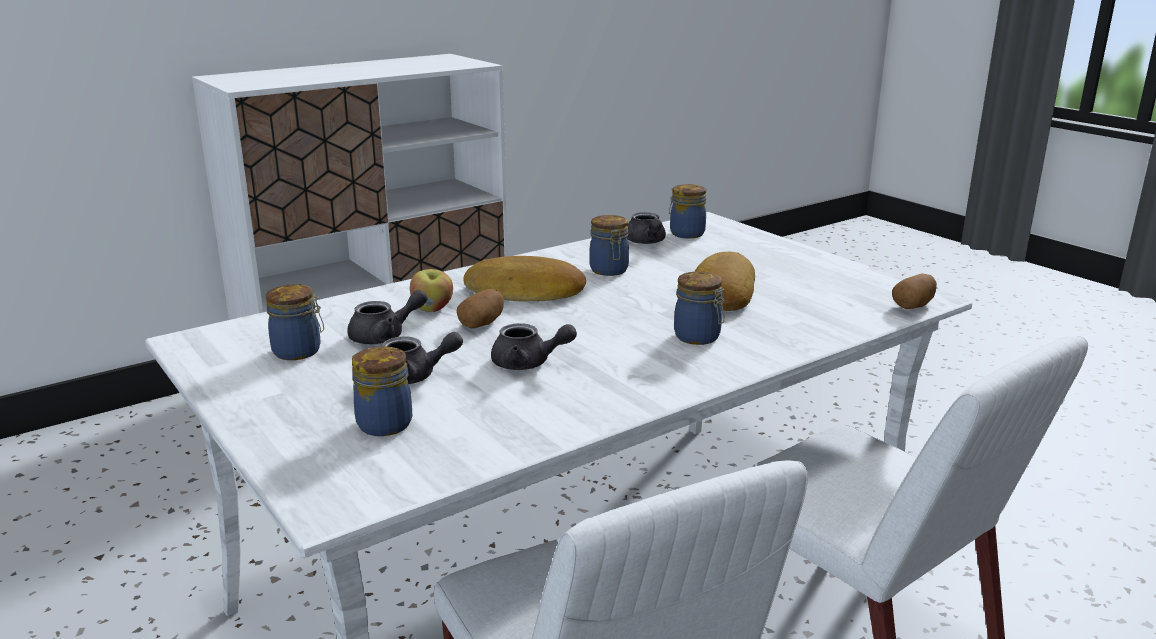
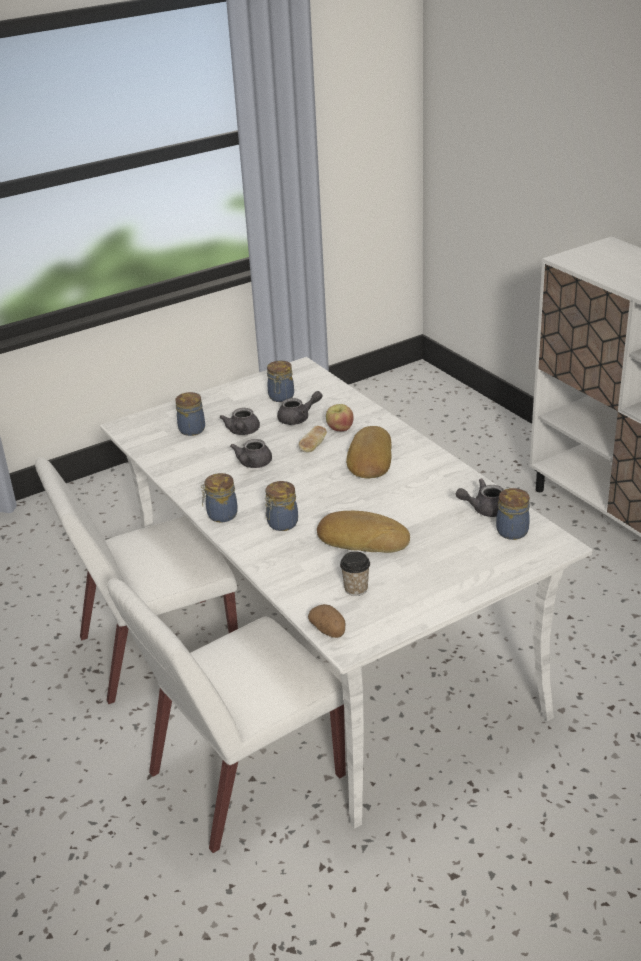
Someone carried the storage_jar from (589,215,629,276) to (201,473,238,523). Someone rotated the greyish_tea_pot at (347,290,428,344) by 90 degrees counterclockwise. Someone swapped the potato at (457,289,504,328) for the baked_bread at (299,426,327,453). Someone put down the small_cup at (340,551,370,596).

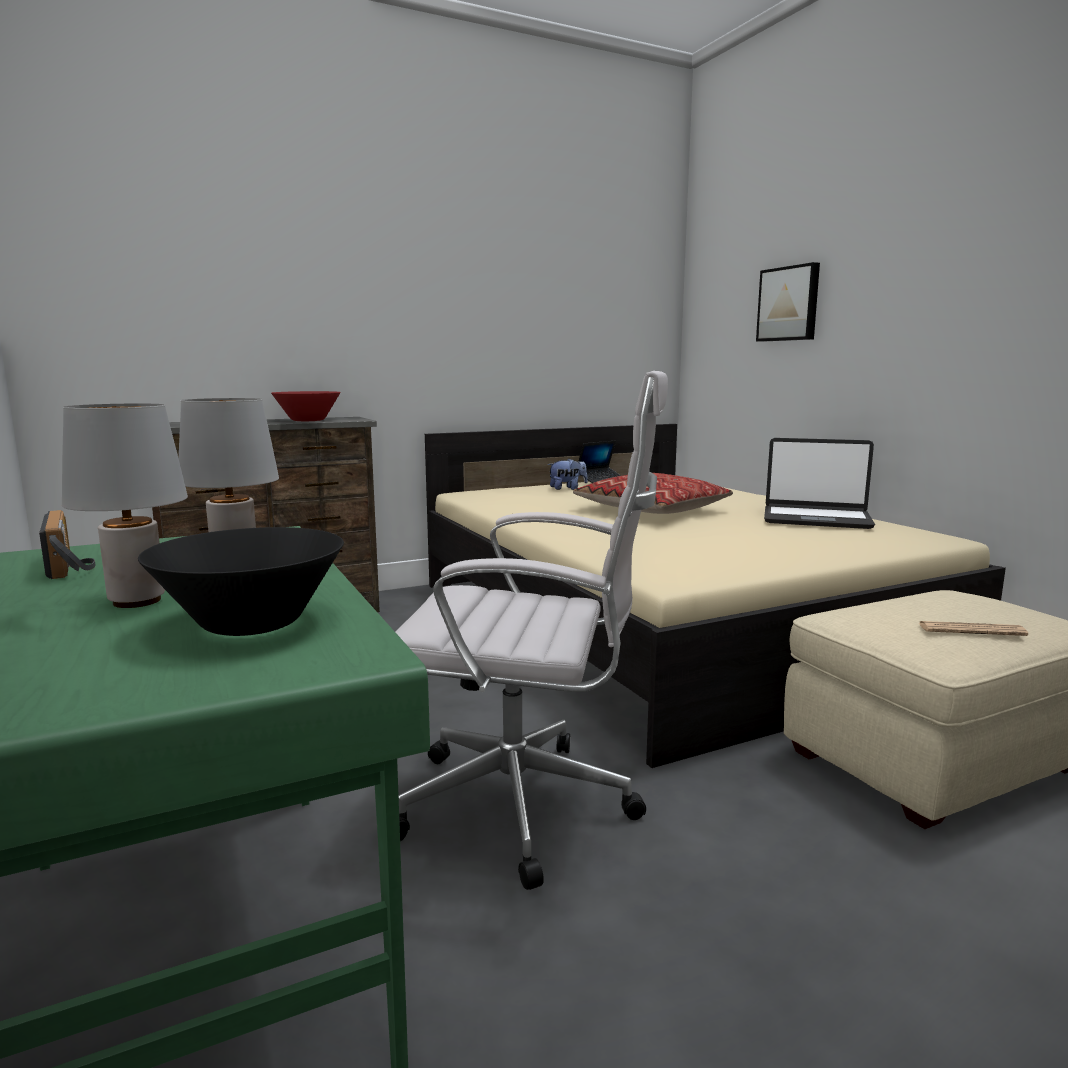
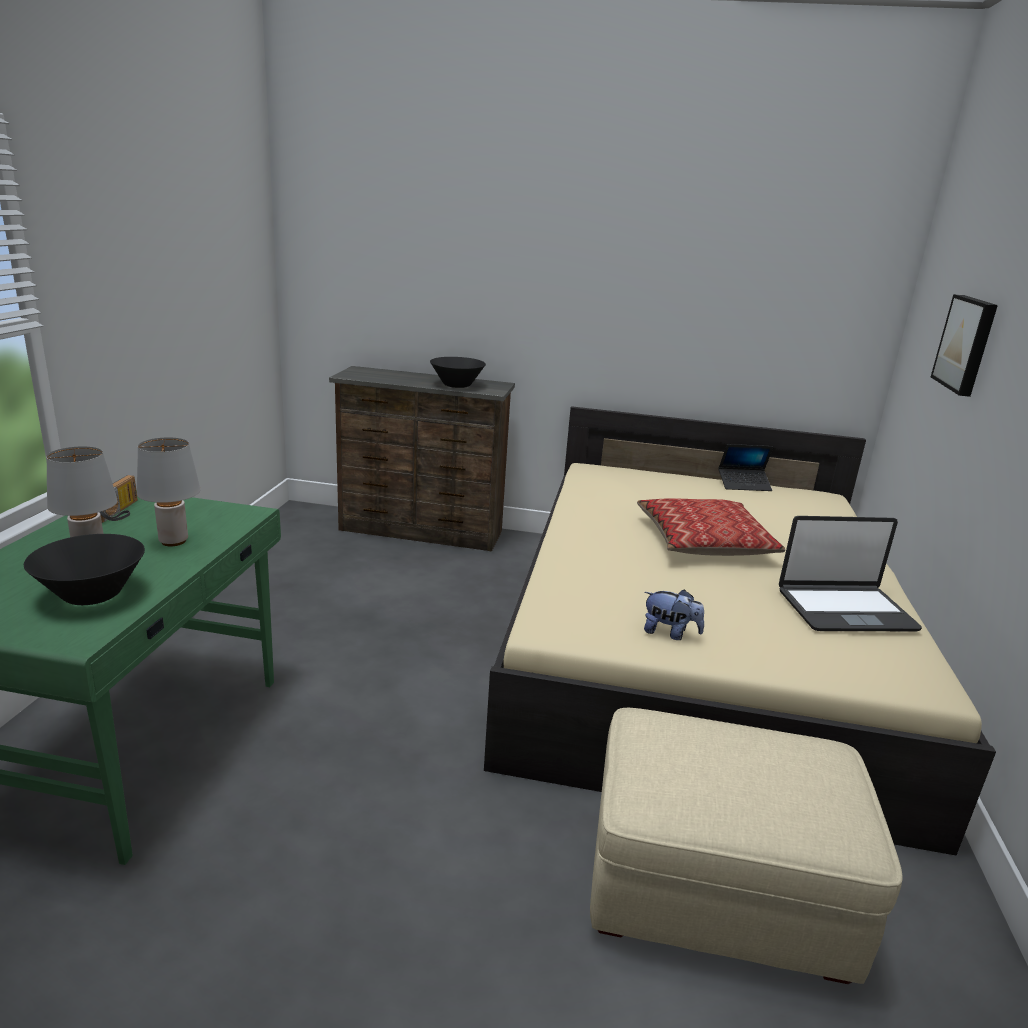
Someone repainted the red_serving_bowl at (271,391,341,421), which became the blackish_serving_bowl at (430,357,486,388). Someone carried the plush_toy from (548,458,588,490) to (644,589,704,640). Someone rotated the laptop at (764,438,875,529) by 60 degrees counterclockwise. Someone took away the white-coloured_desk_chair at (396,371,668,890). Someone took away the printed_paper at (918,621,1028,636).

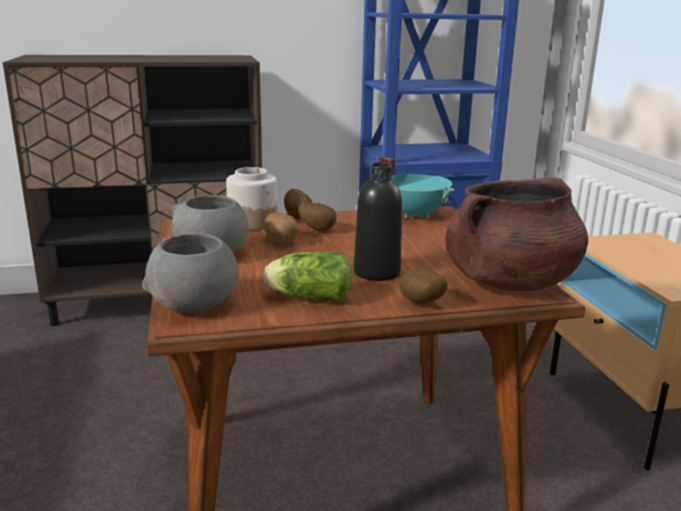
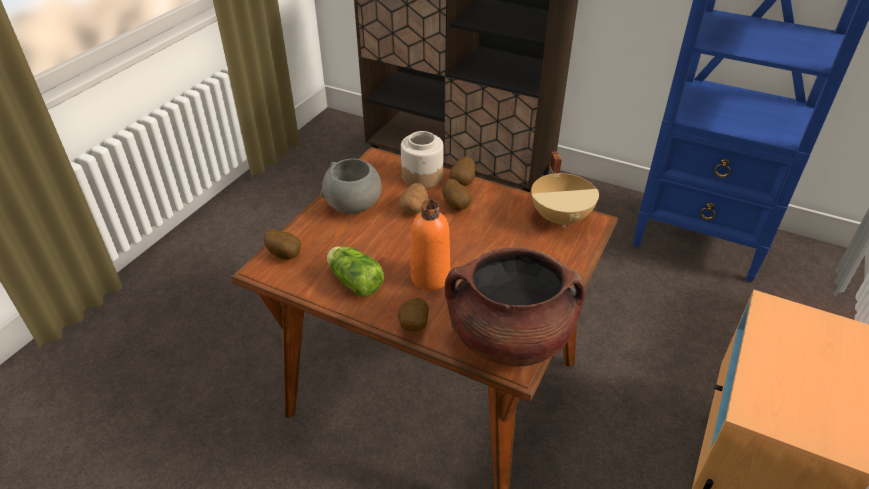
Someone swapped the greyish_serving_bowl at (142,233,239,313) for the potato at (264,229,301,260). Someone repainted the blackish_beverage_bottle at (353,163,402,281), which became the orange_beverage_bottle at (411,200,450,291). Someone repainted the turquoise_cooking_pot at (378,157,454,219), which became the sand-coloured_cooking_pot at (531,151,599,228).

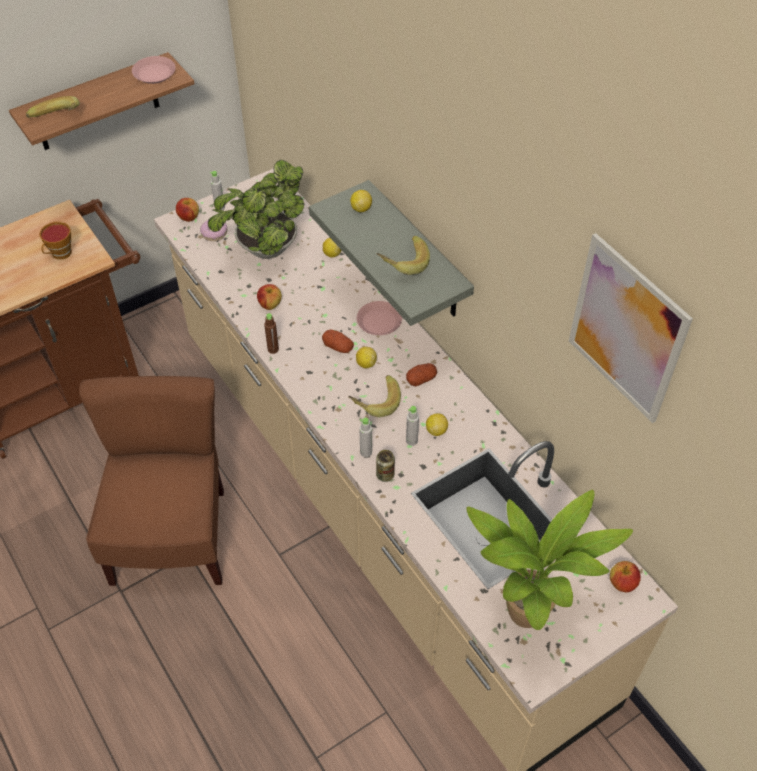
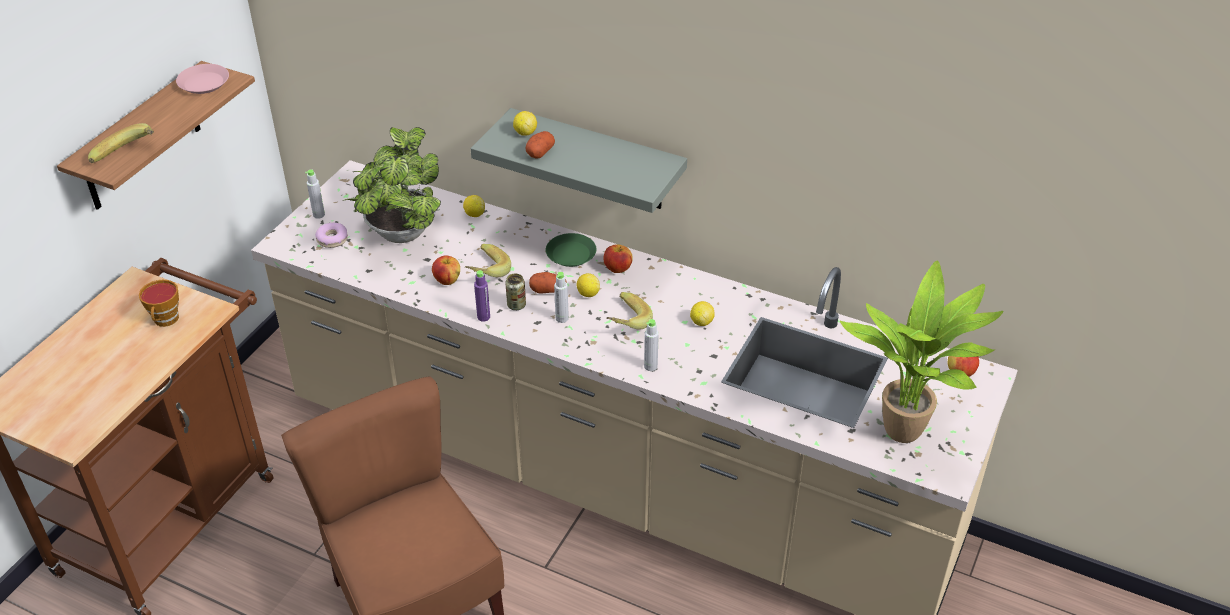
Someone carried the banana_fruit from (377,236,430,275) to (464,244,511,277). Someone repainted the brown-coloured_beverage_bottle at (264,313,279,354), which became the purplish_beverage_bottle at (474,270,490,322). Someone carried the sealed_can from (376,450,395,482) to (505,274,526,310). Someone carried the potato from (406,363,437,386) to (526,131,555,159). Someone repainted the pinkish_plate at (357,301,402,335), which became the green_plate at (546,233,596,267). Someone carried the greyish_beverage_bottle from (406,406,419,446) to (554,272,569,323). Someone carried the whole_apple from (176,198,199,222) to (603,244,633,273). Someone took away the wall_art at (569,233,693,423).

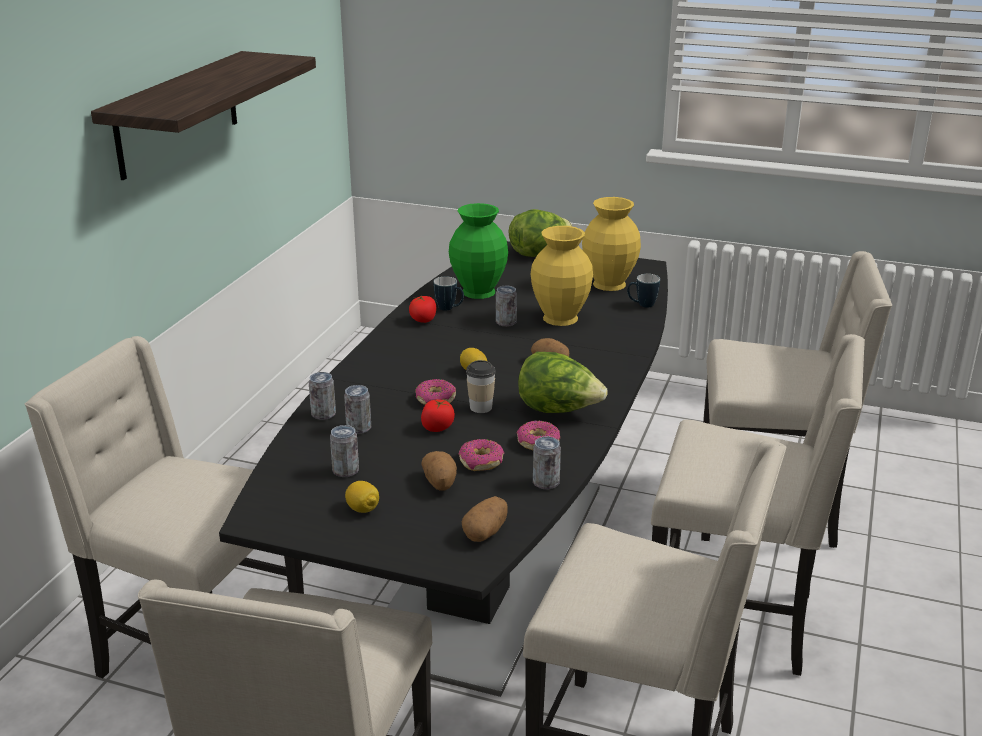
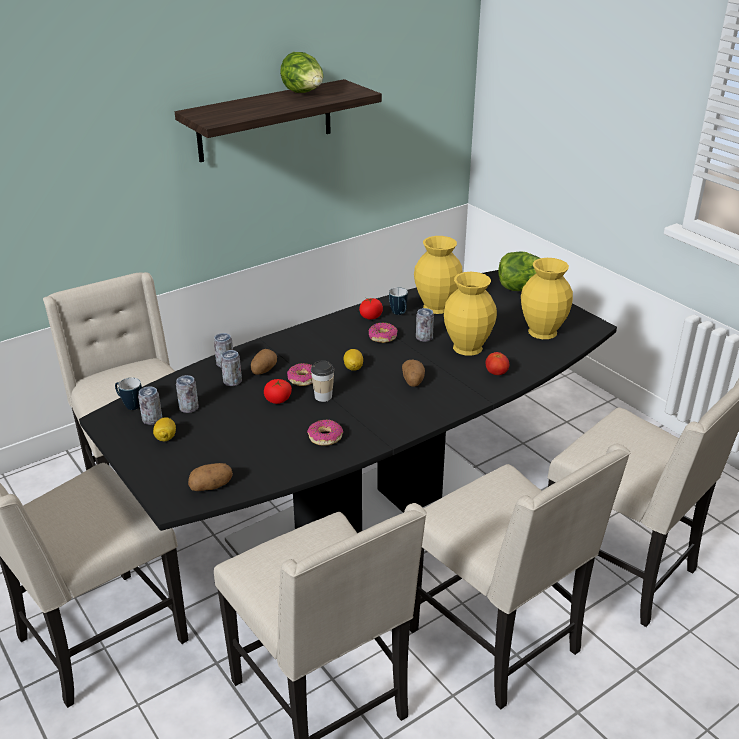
Someone carried the tea_mug from (627,274,660,308) to (115,378,142,410). Someone carried the sealed_can from (533,436,561,489) to (138,386,162,425). Someone carried the potato from (421,451,457,490) to (251,349,277,375). Someone carried the lettuce_head from (518,352,607,413) to (280,52,323,93). Someone carried the doughnut from (458,439,504,471) to (368,323,398,343). Someone repainted the green_decorative_vase at (449,203,508,299), which became the yellow-coloured_decorative_vase at (414,236,463,314). Someone put down the tomato at (486,352,509,375).

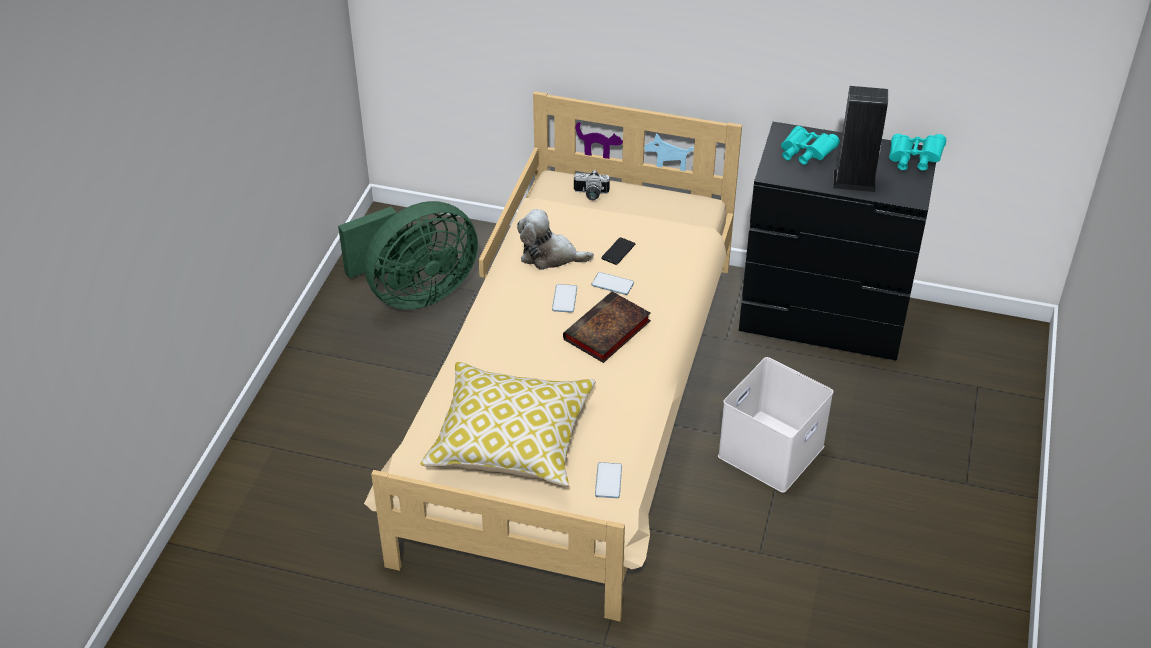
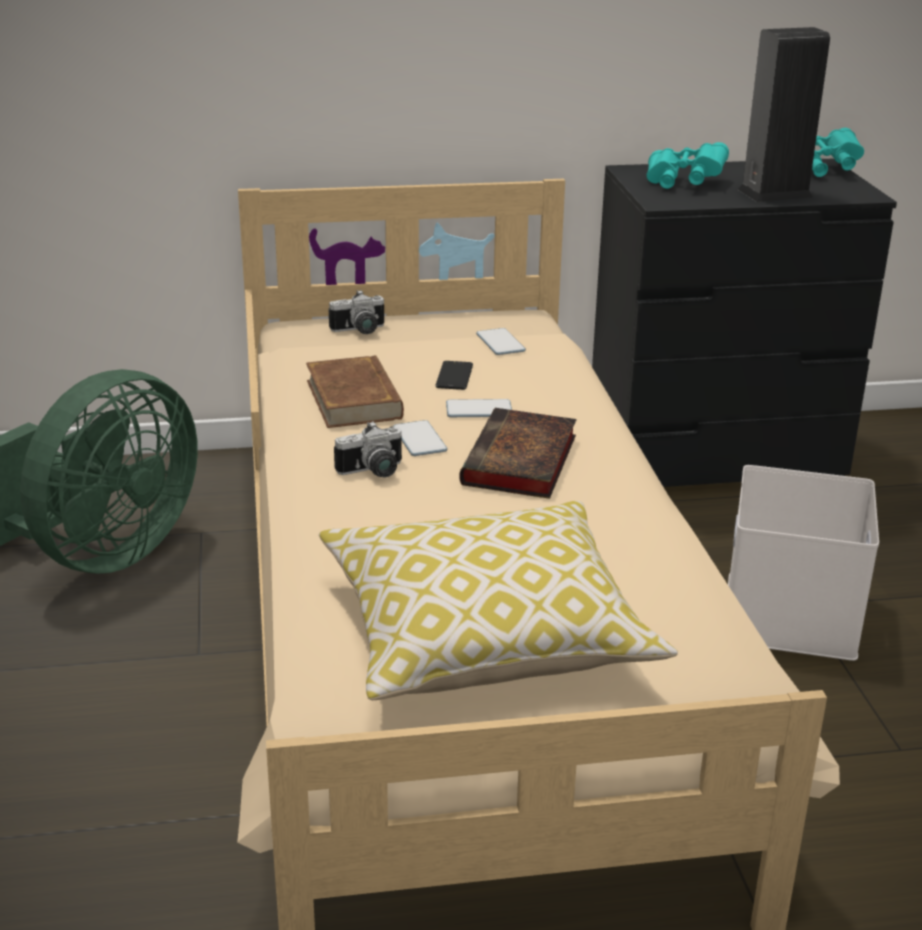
Someone swapped the plush_toy at (517,209,594,270) for the brown-coloured_bound_book at (306,355,404,428). Someone put down the still_camera at (334,421,402,477). Someone carried the handset from (595,462,622,498) to (476,328,526,355).

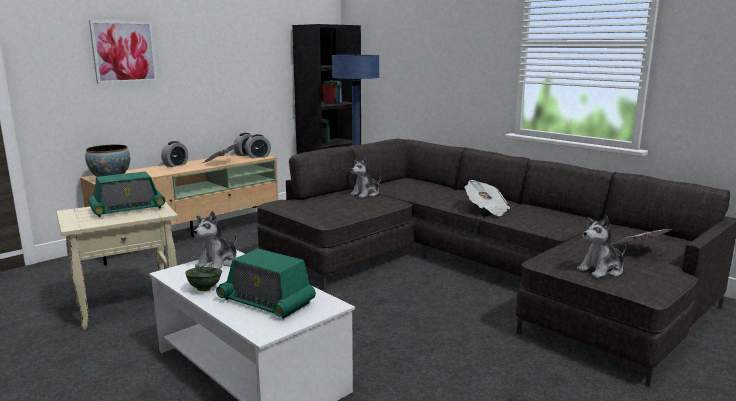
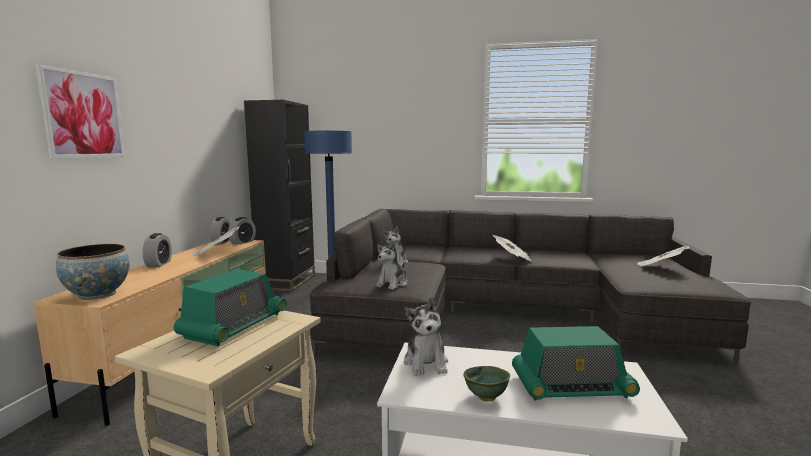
Someone carried the plush_toy from (577,216,626,278) to (376,240,408,290).

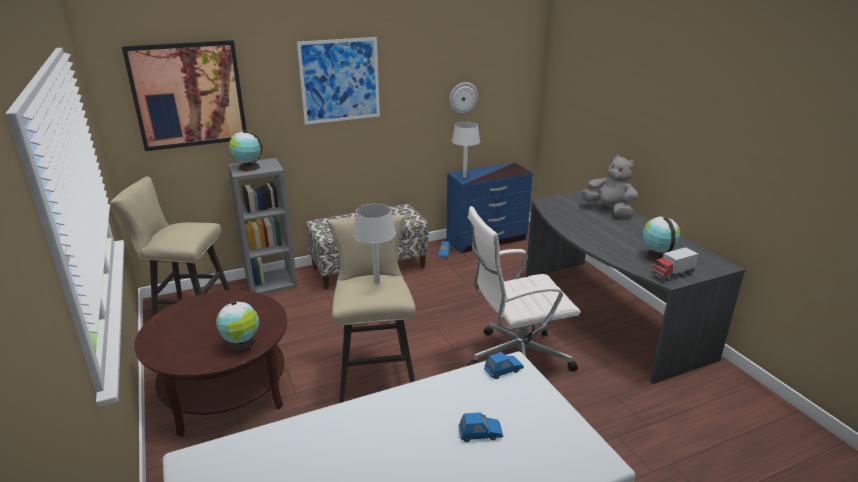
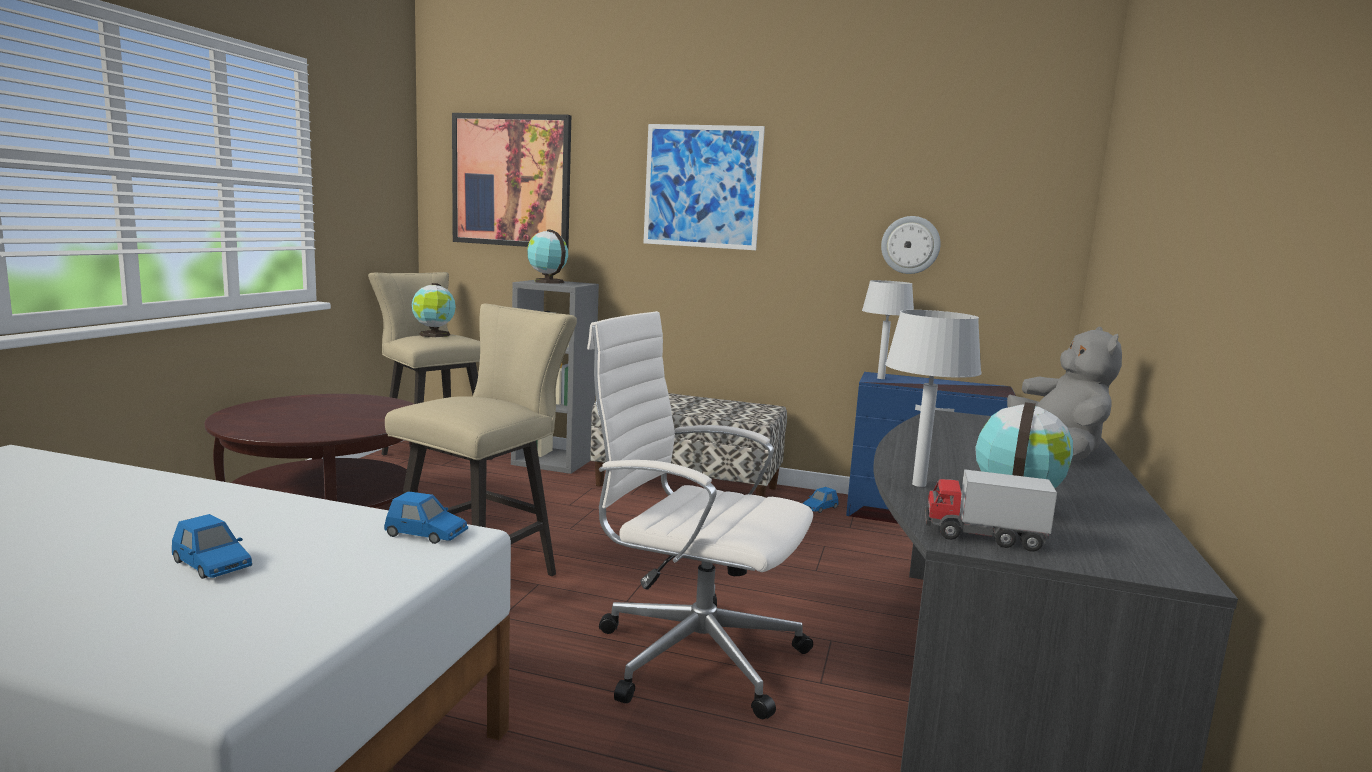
Someone carried the globe from (216,300,259,353) to (412,283,456,337). Someone carried the greyish_table_lamp from (353,204,396,284) to (885,310,982,487).

